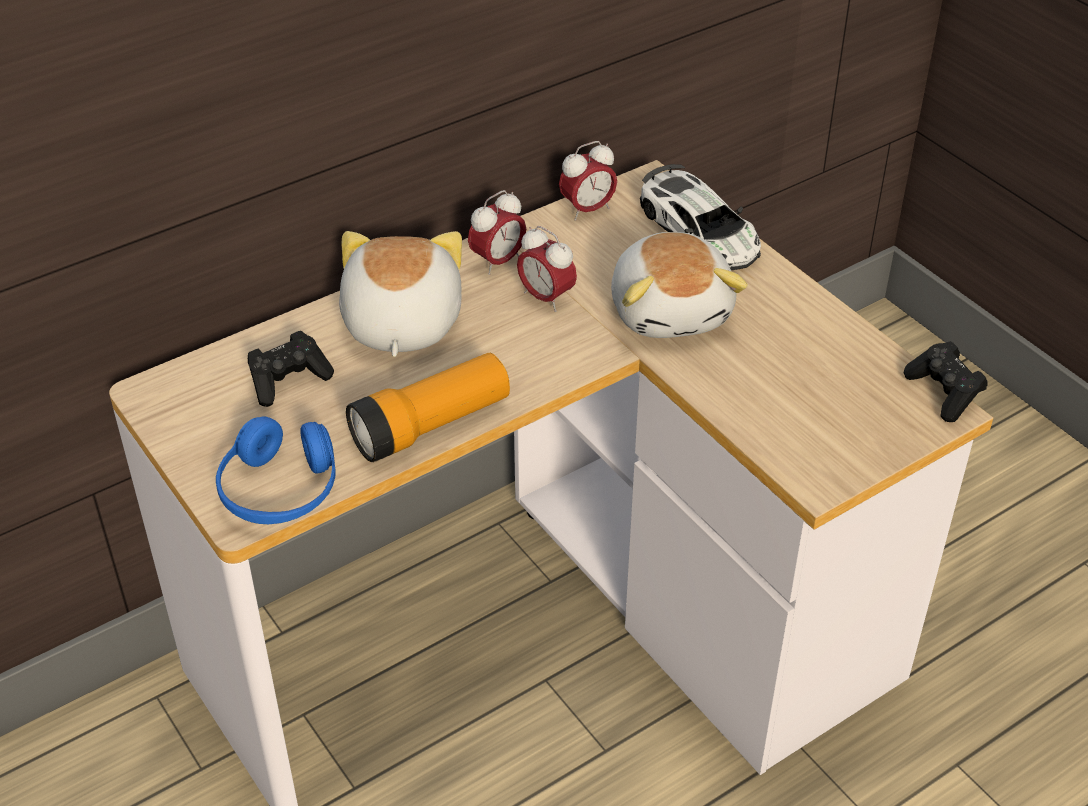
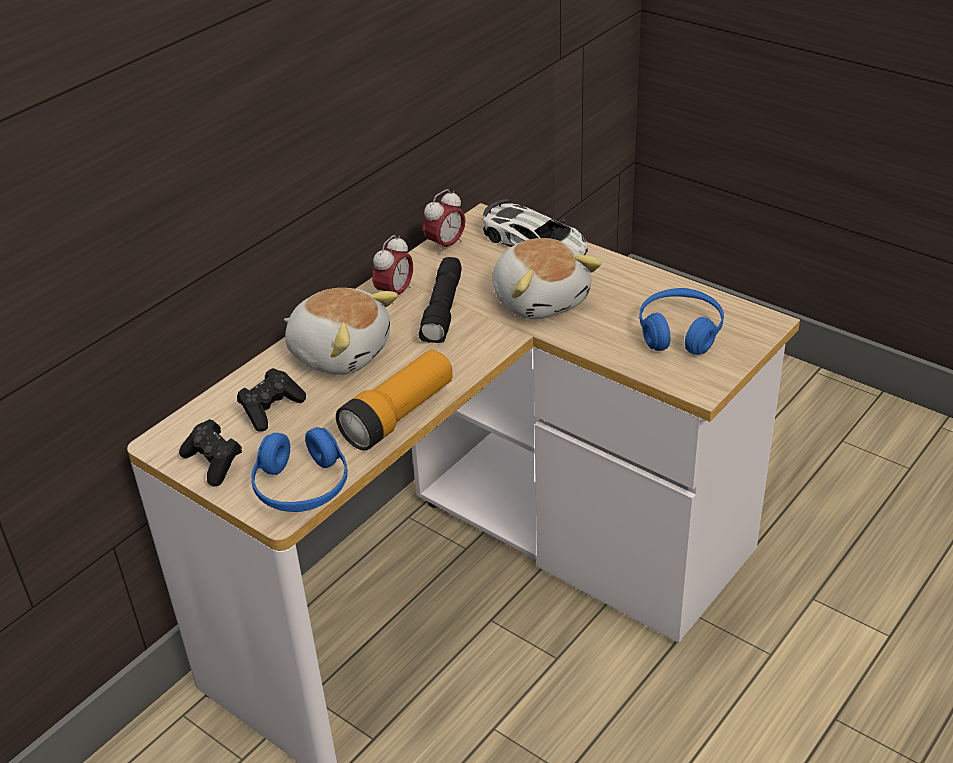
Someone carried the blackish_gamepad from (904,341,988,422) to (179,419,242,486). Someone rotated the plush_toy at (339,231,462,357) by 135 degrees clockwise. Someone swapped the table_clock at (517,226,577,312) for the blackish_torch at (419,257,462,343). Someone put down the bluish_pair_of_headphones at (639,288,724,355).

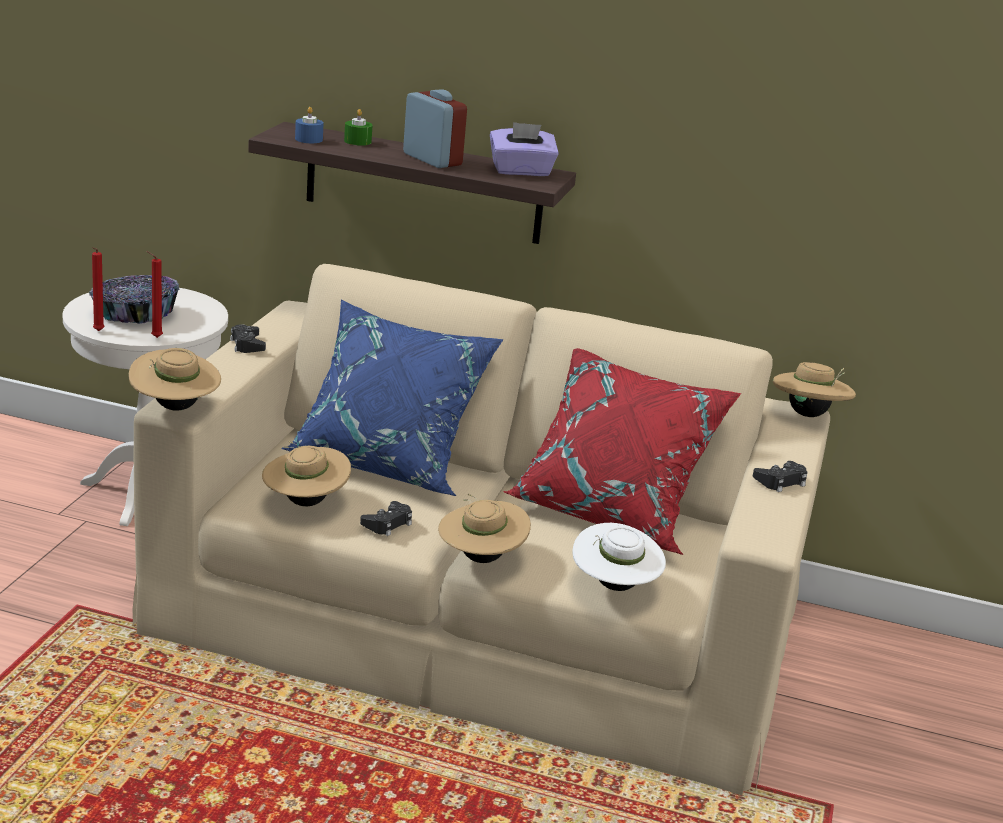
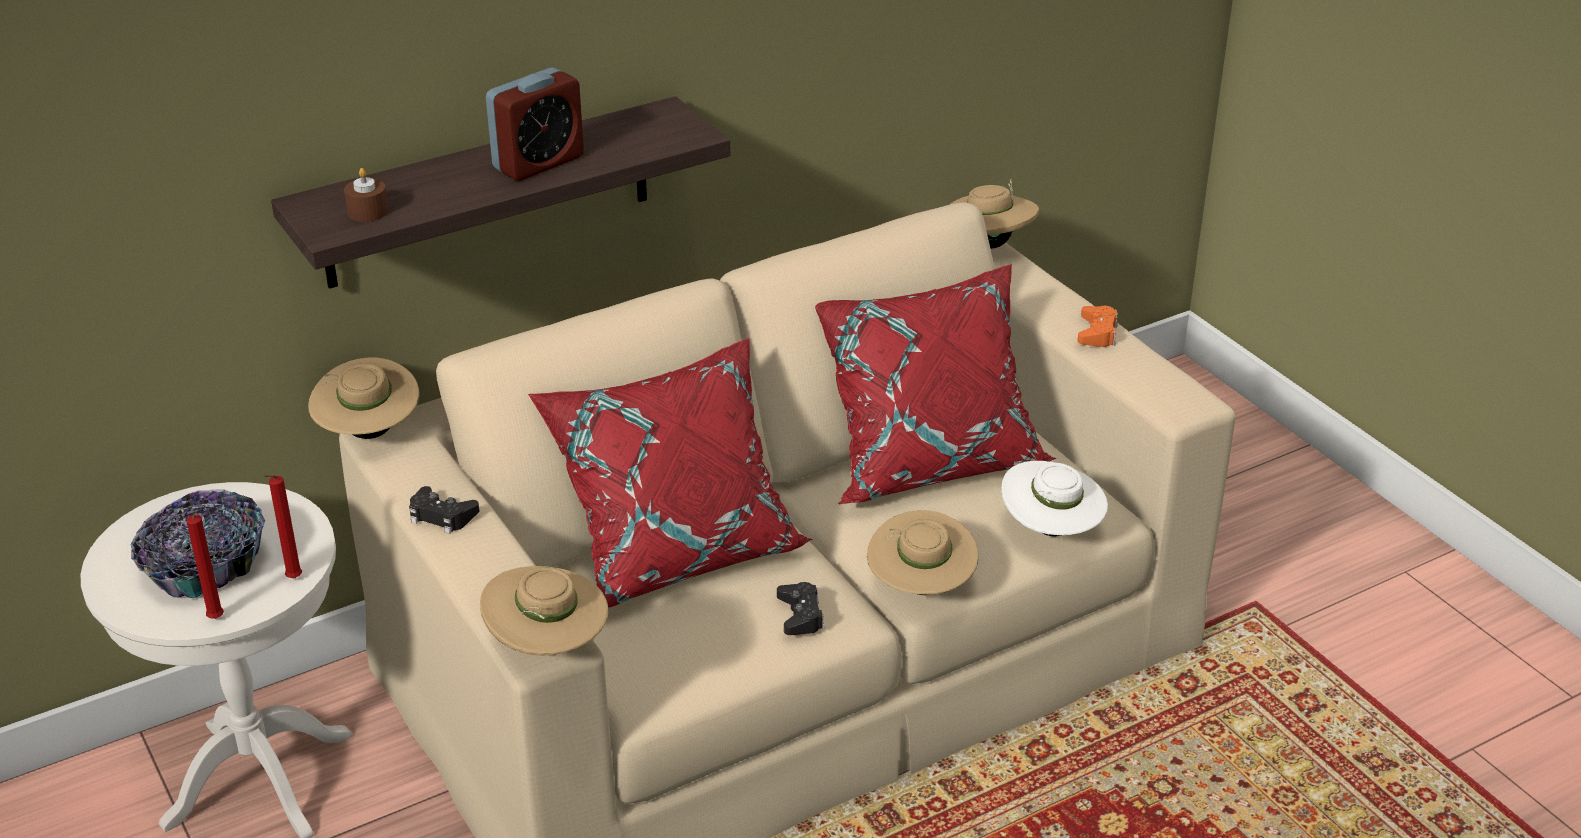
Someone carried the sand-coloured_clothing_hat from (262,441,351,506) to (308,357,420,439). Someone repainted the bluish_candle at (295,107,324,143), which became the brown-coloured_candle at (344,168,389,222). Someone rotated the table_clock at (403,89,467,168) by 135 degrees clockwise. Someone repainted the bluish_cushion at (282,300,504,496), which became the red_cushion at (528,337,813,608). Someone repainted the blackish_gamepad at (753,461,808,492), which became the orange_gamepad at (1077,306,1118,347). Someone took away the green_candle at (344,109,372,146). Someone took away the purplish_tissue_box at (490,122,559,176).

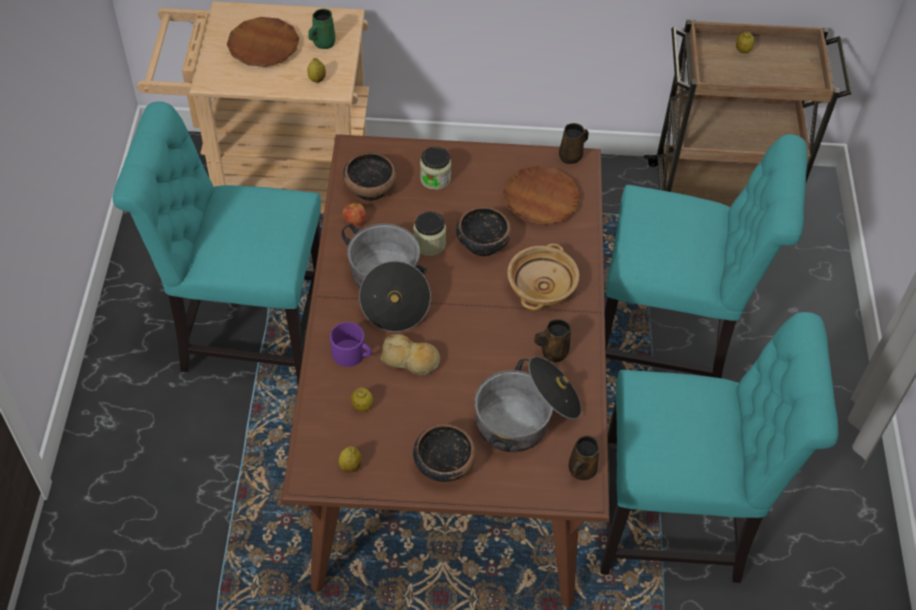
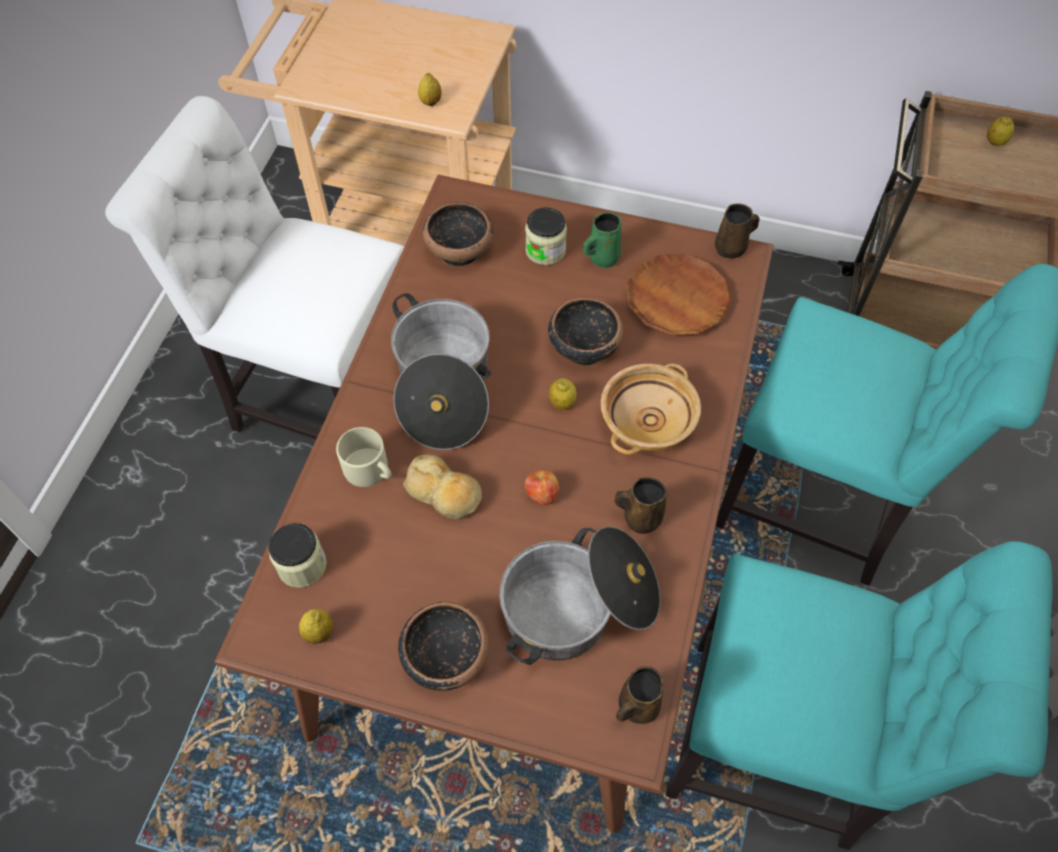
Someone repainted the turquoise_chair at (113,102,321,385), which became the white-coloured_chair at (105,96,405,439). Someone carried the storage_jar from (413,211,446,256) to (268,523,327,588). Someone repainted the purplish_tea_mug at (330,322,372,367), which became the sand-coloured_tea_mug at (336,427,392,487). Someone carried the whole_apple from (343,202,366,226) to (525,470,559,505). Someone carried the lemon from (351,387,373,412) to (548,378,577,410). Someone carried the green_tea_mug from (308,9,336,49) to (583,212,621,268). Someone took away the brown-coloured_plate at (227,17,299,67).

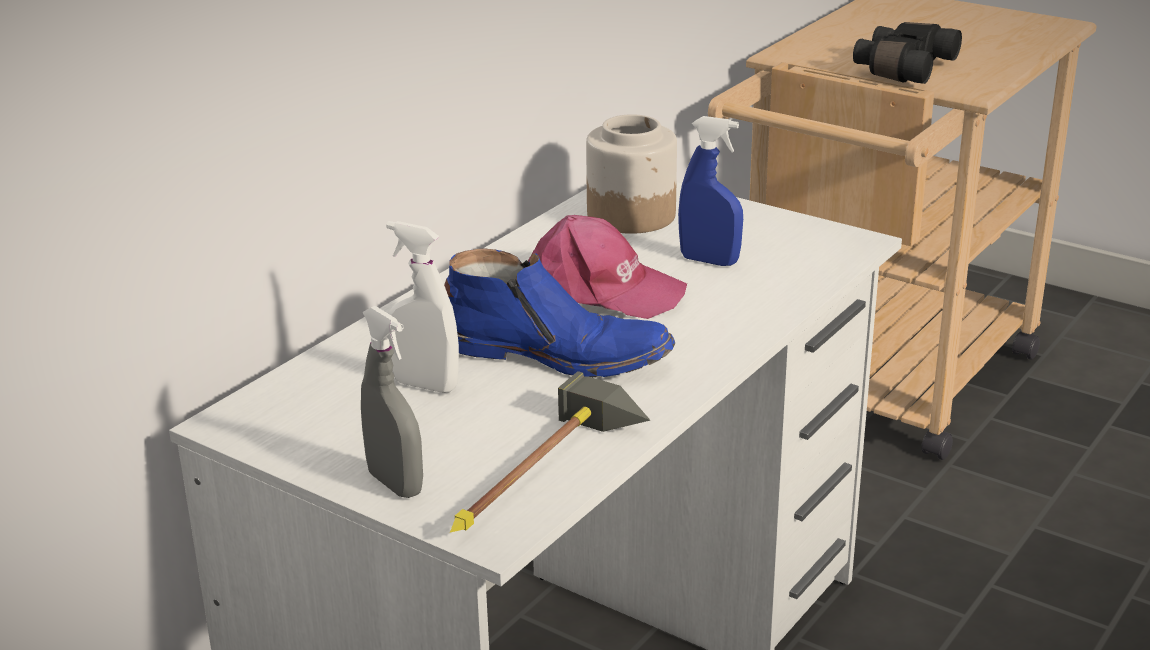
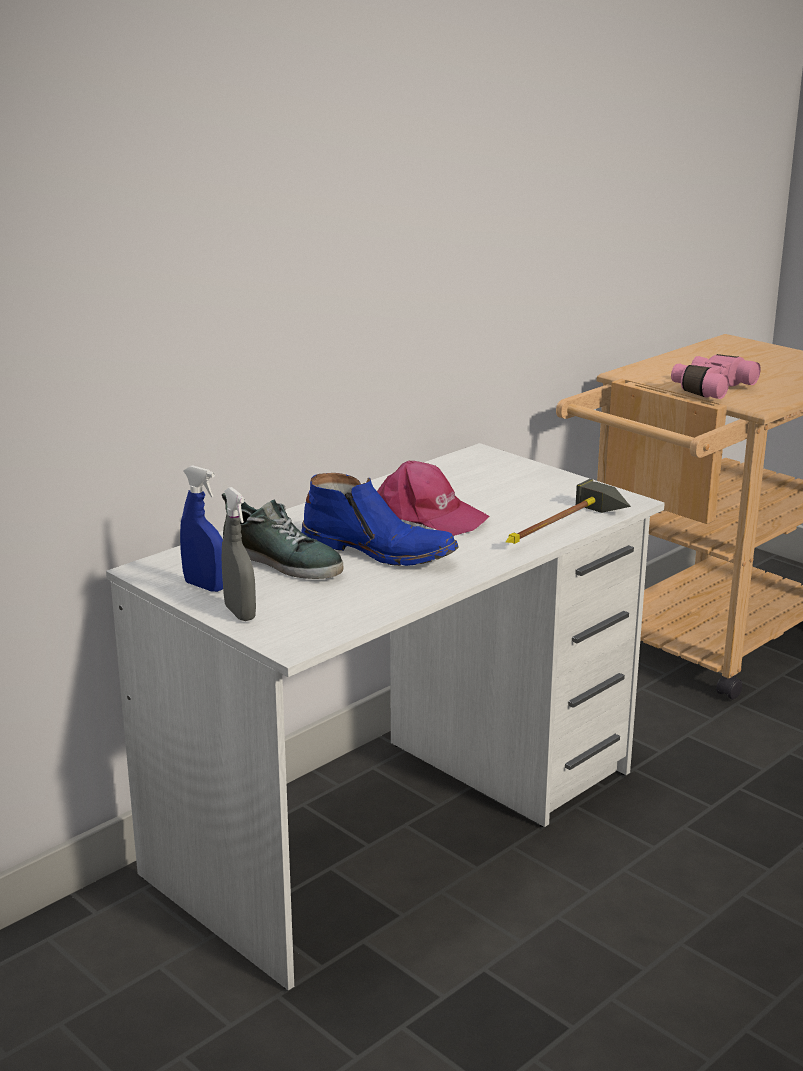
Someone carried the bluish_sprayer from (678,116,743,266) to (180,465,223,592). Someone swapped the white-coloured_sprayer at (386,221,459,393) for the shoe at (222,493,343,579). Someone carried the tool_hammer from (450,371,650,533) to (506,479,631,544). Someone repainted the blackish_field_glasses at (853,22,962,84), which became the pinkish_field_glasses at (671,354,761,399). Someone took away the storage_jar at (586,114,677,234).

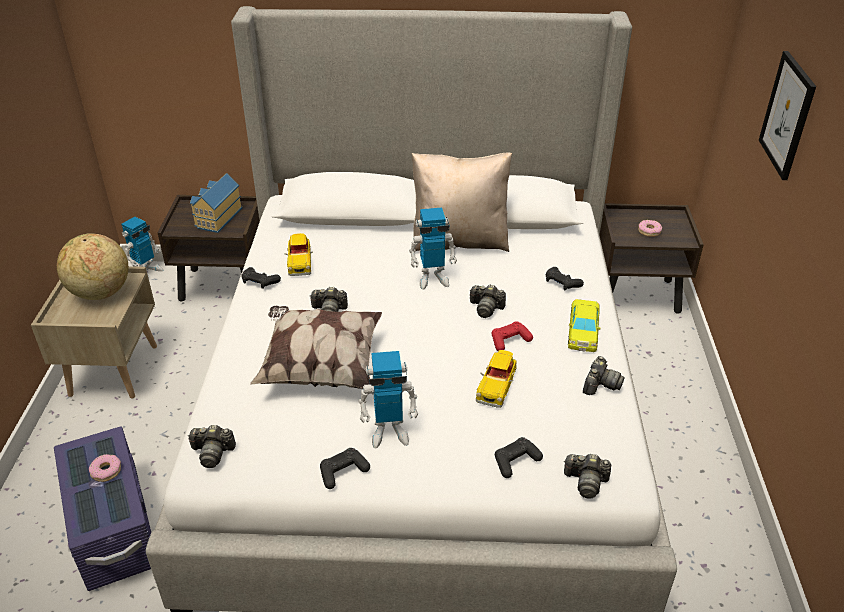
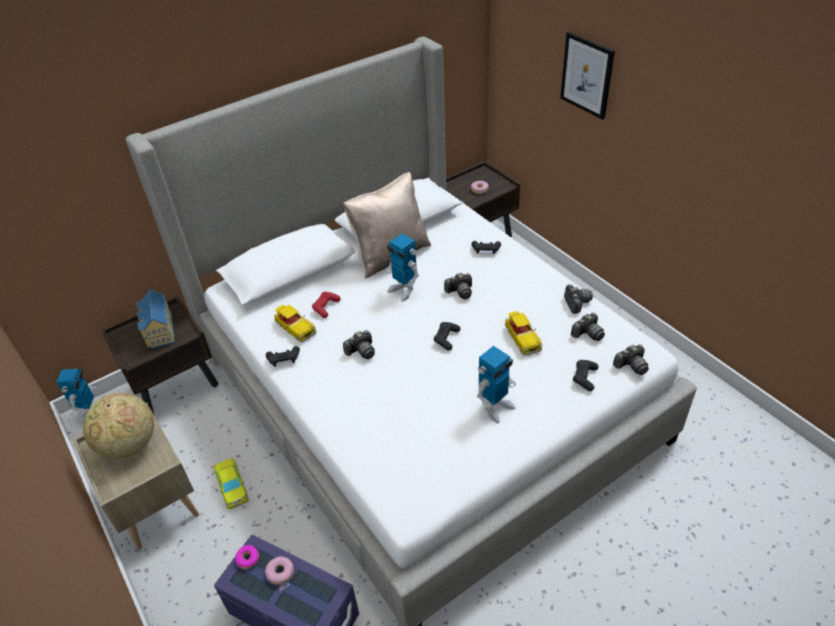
Someone carried the yellow-coloured_model_car from (568,299,601,352) to (214,458,249,509). Someone put down the doughnut at (235,545,259,569). Someone carried the red_gamepad from (492,321,533,351) to (312,292,341,318). Someone rotated the model_robot at (409,208,457,290) by 90 degrees clockwise. Someone carried the blackish_gamepad from (320,448,370,489) to (434,322,460,351). Someone carried the still_camera from (188,425,236,468) to (571,313,605,341). Someone took away the cushion at (250,306,382,389).

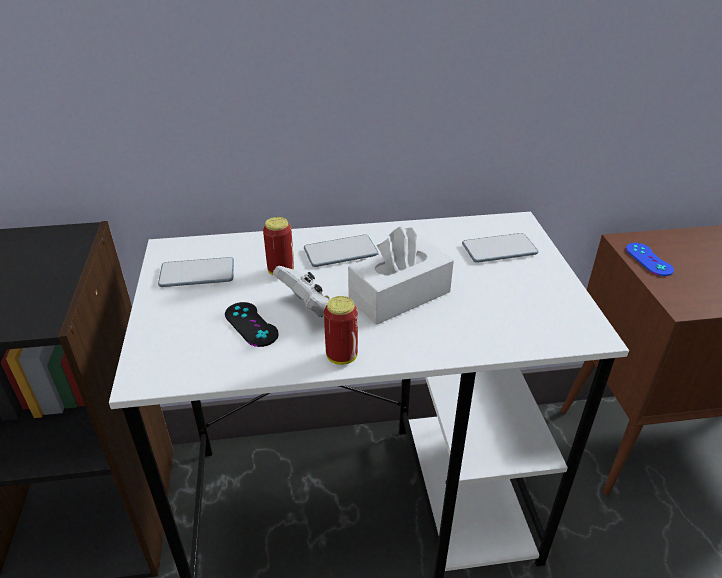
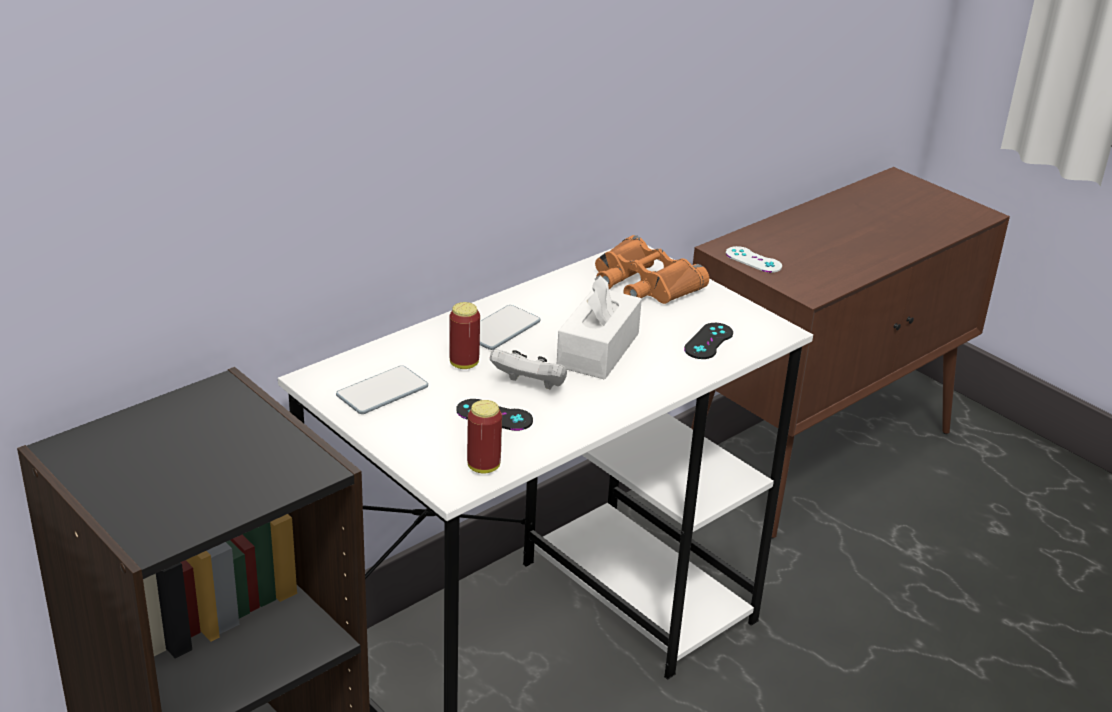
Someone carried the sealed_can from (324,296,358,365) to (467,400,502,474). Someone swapped the handset at (462,233,538,263) for the orange_field_glasses at (595,235,709,304). Someone put down the blackish_gamepad at (684,323,733,359). Someone repainted the bluish_gamepad at (626,243,674,276), which became the white-coloured_gamepad at (726,246,782,273).

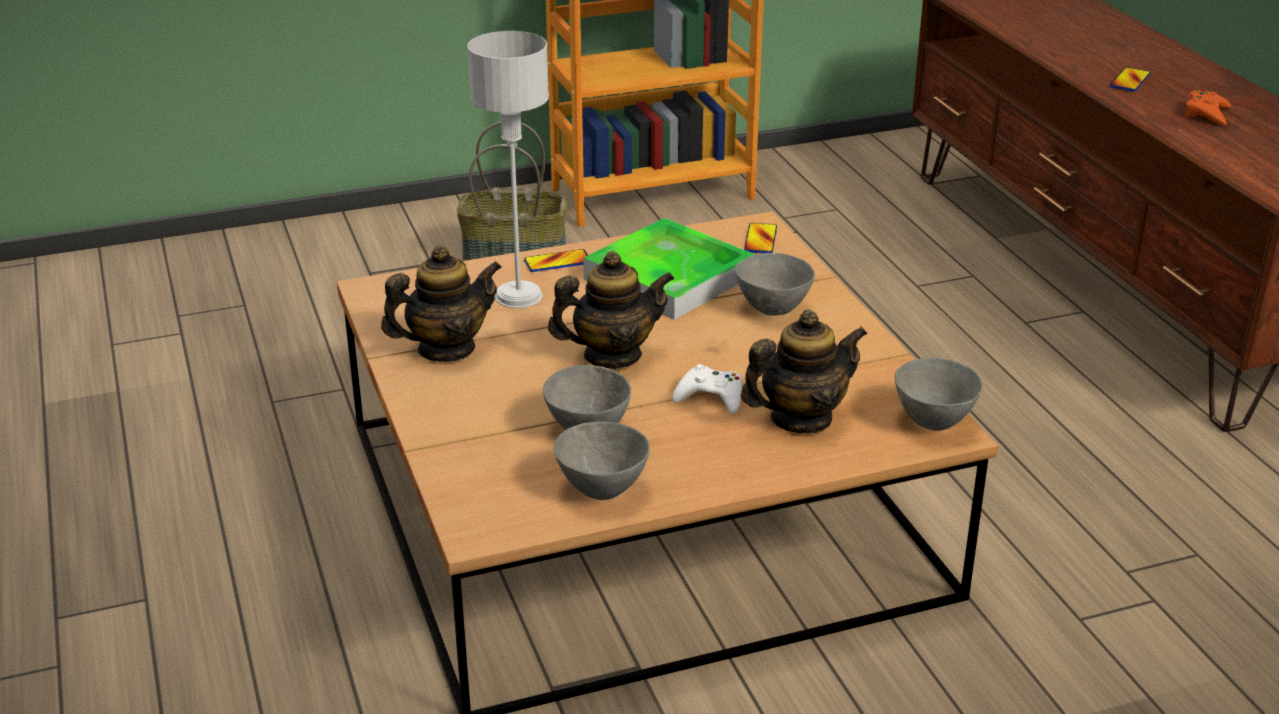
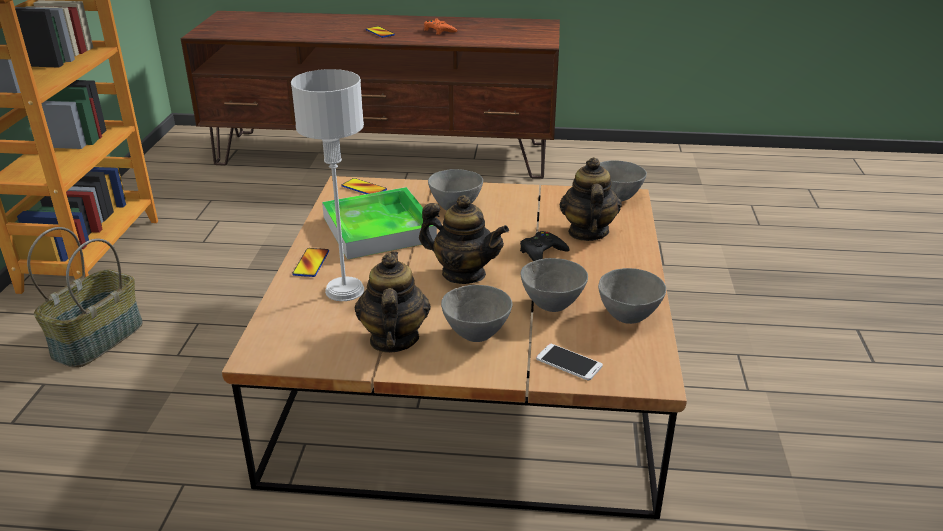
Someone rotated the tea_pot at (548,251,674,369) by 105 degrees clockwise. Someone put down the greyish_serving_bowl at (441,285,512,342). Someone repainted the white-coloured_gamepad at (673,364,742,414), which became the blackish_gamepad at (520,231,570,261). Someone put down the handset at (536,344,603,381).

